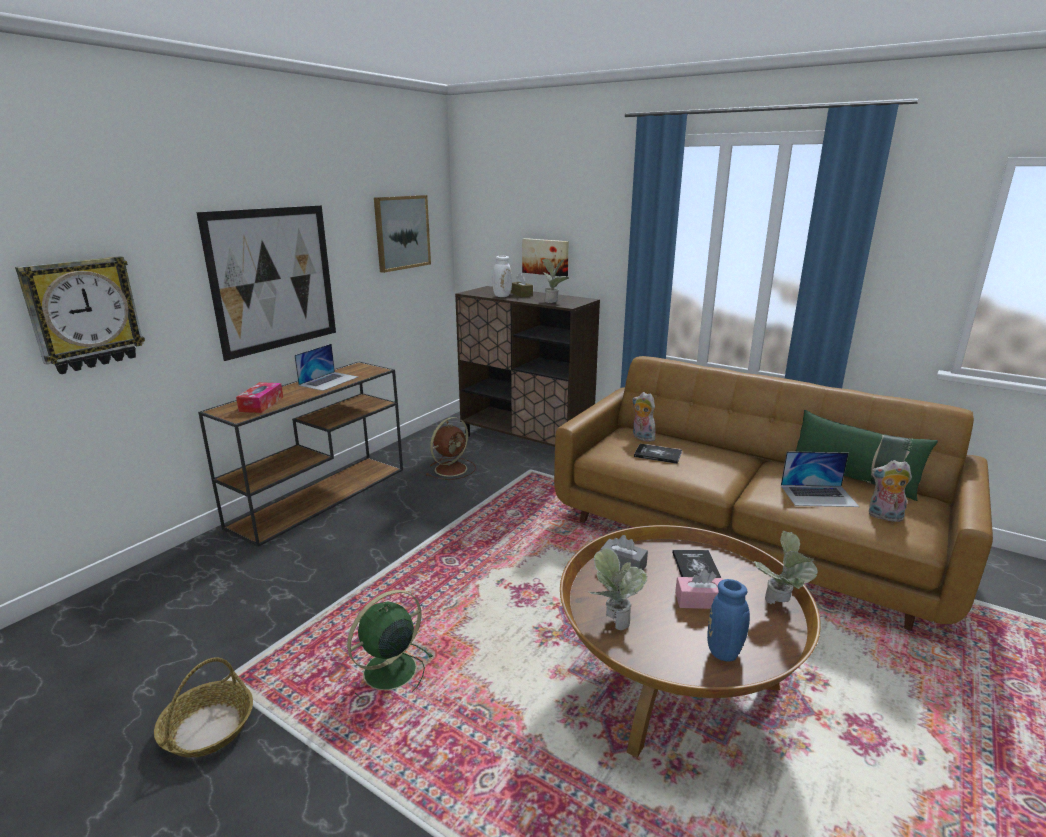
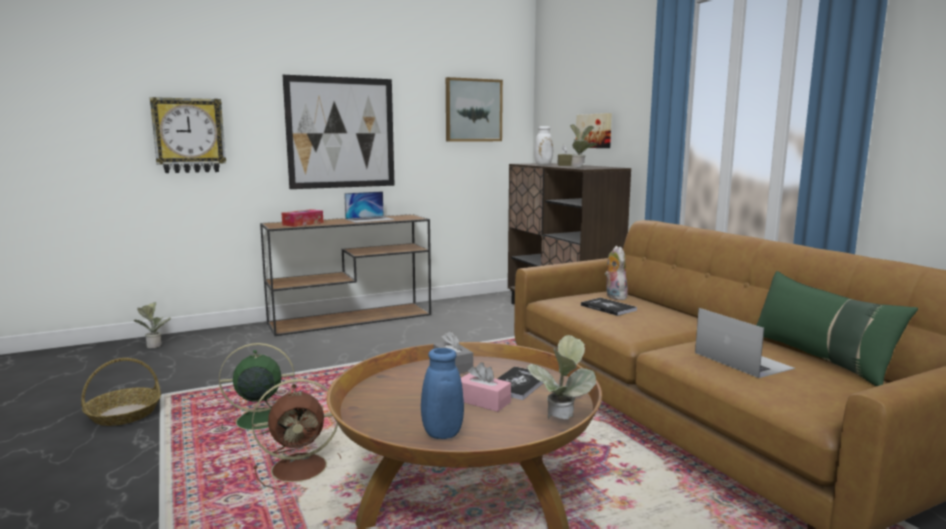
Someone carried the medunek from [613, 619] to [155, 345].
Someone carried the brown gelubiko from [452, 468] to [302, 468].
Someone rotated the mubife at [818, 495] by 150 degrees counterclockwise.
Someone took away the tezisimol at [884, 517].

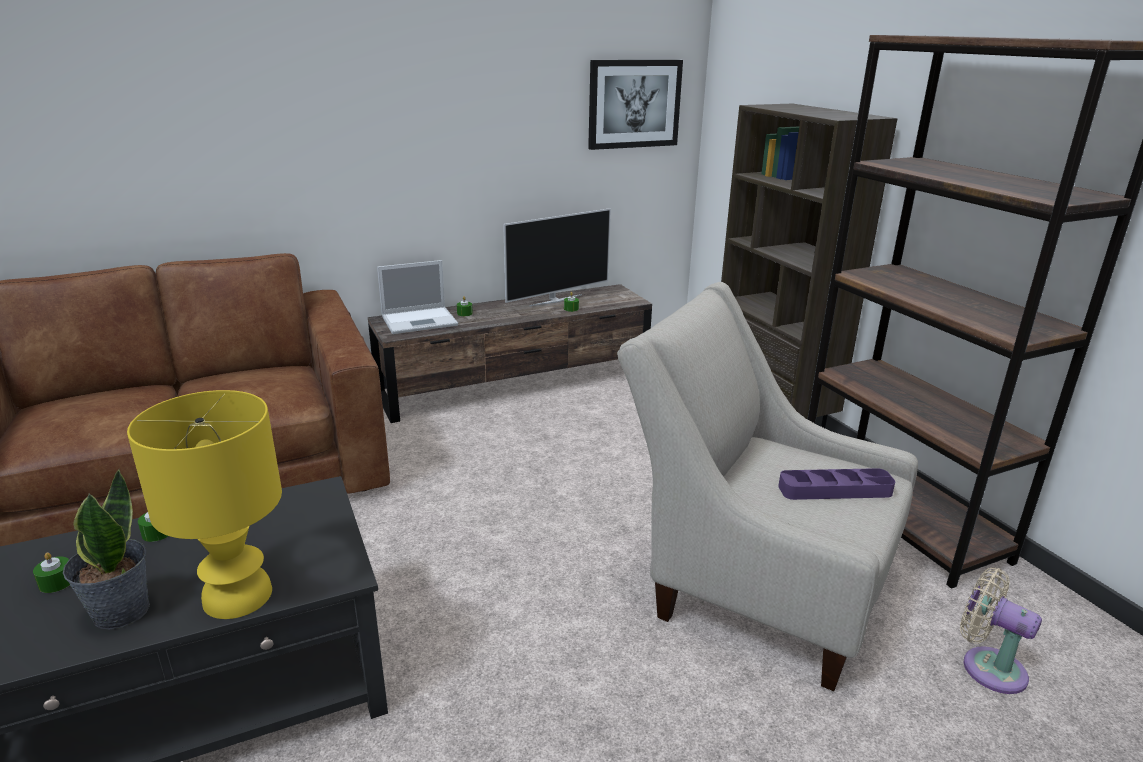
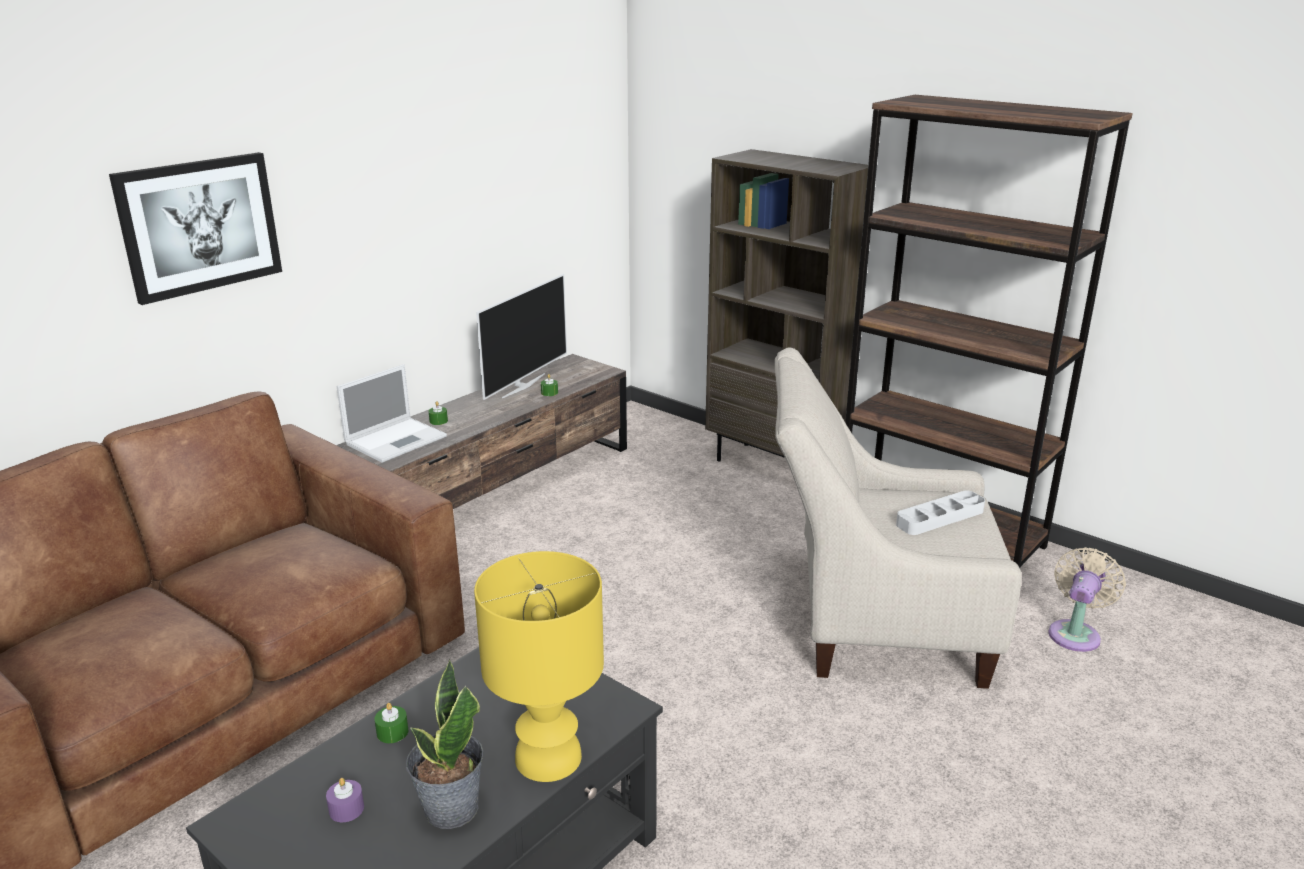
Someone carried the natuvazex from [634, 104] to [200, 225].
Someone repainted the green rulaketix at [56, 582], which became the purple rulaketix at [346, 809].
Someone repainted the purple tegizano at [835, 490], which became the grey tegizano at [940, 517].
Someone rotated the beige gelubiko at [987, 666] by 105 degrees clockwise.

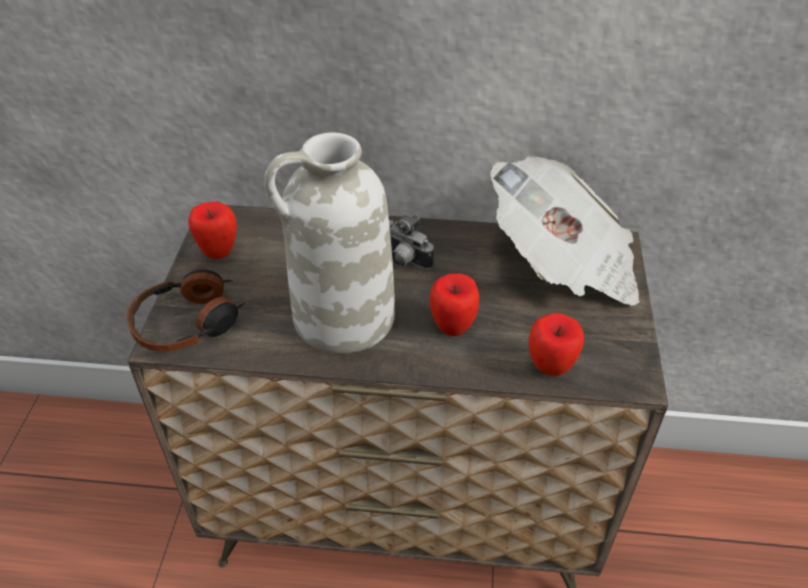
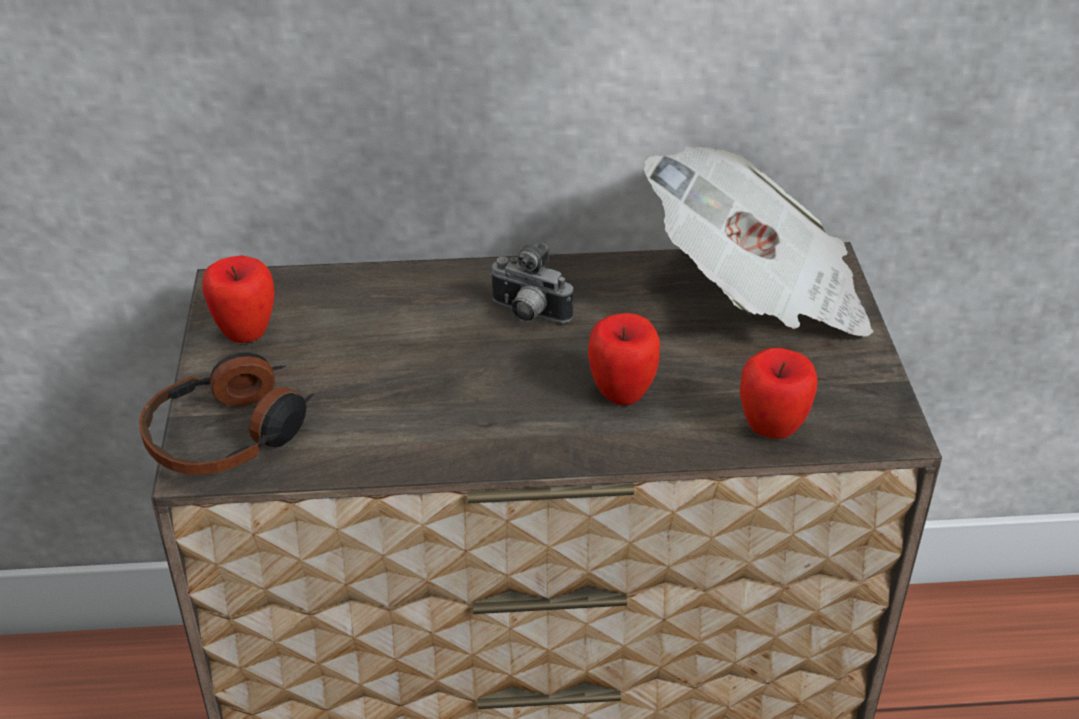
Someone took away the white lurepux at [343, 318].

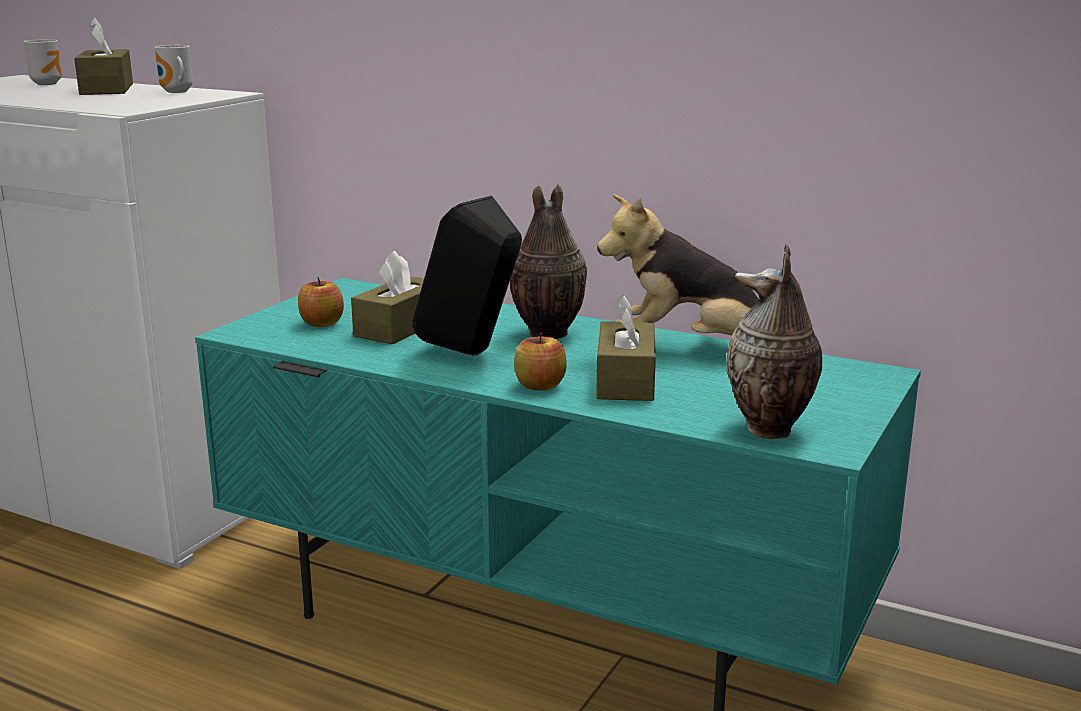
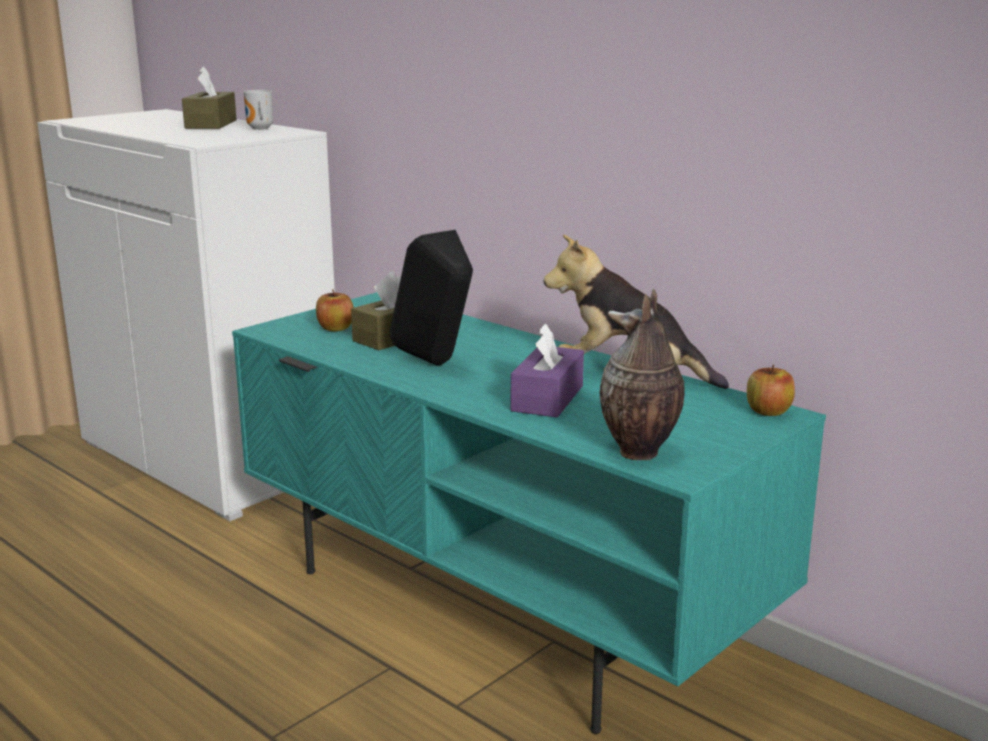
Someone repainted the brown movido at [625, 381], which became the purple movido at [547, 398].
Someone carried the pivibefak from [540, 386] to [768, 411].
Someone took away the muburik at [47, 84].
Someone took away the lurepux at [546, 334].

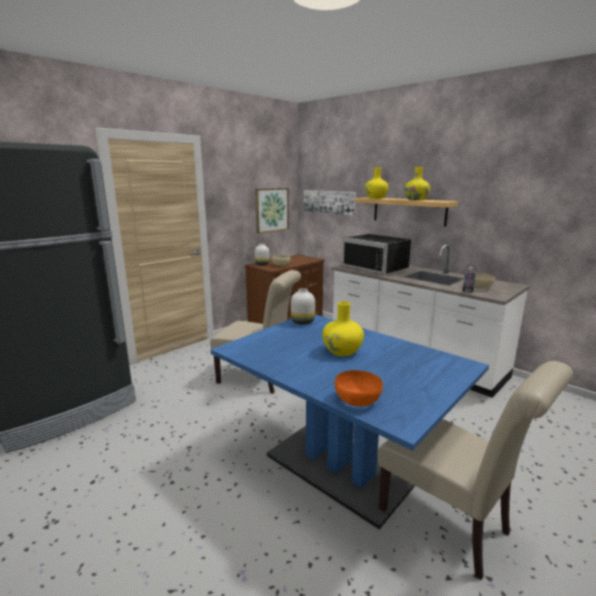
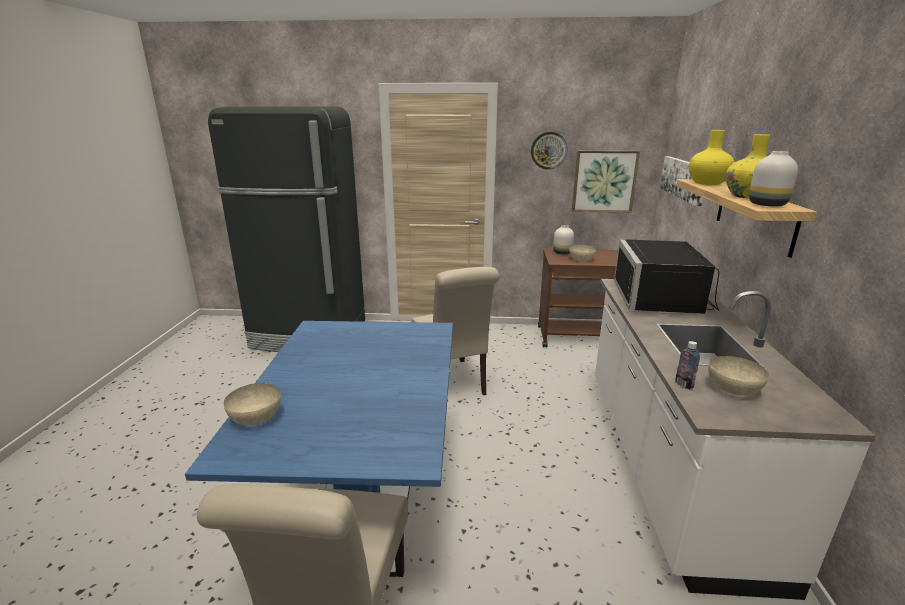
Someone repainted the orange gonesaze at [357, 400], which became the beige gonesaze at [255, 417].
Someone put up the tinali at [548, 150].
Someone carried the white lurepux from [303, 322] to [767, 205].
Someone took away the yellow lurepux at [342, 351].

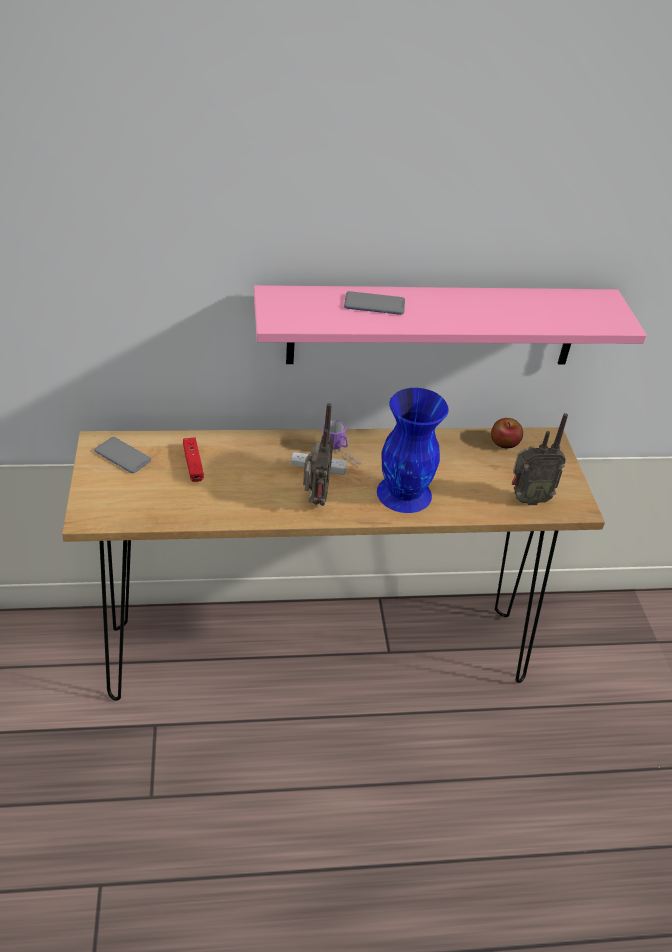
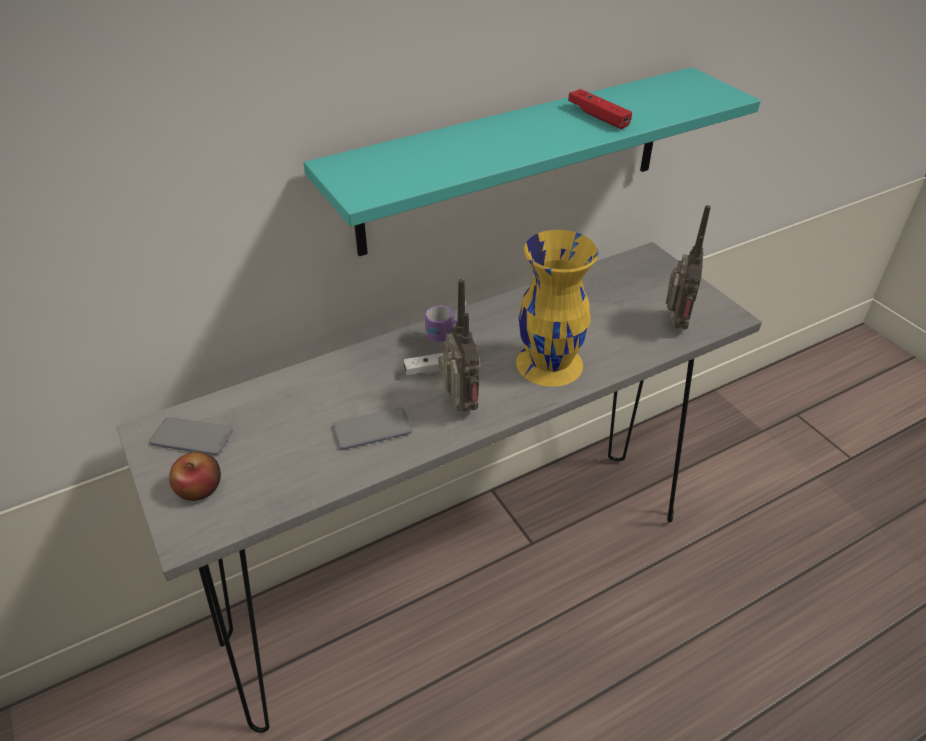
Someone repainted the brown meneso at [318, 653], which became the grey meneso at [462, 575].
Someone carried the pivibefak from [504, 442] to [200, 488].
Someone repainted the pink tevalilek at [434, 326], which became the turquoise tevalilek at [515, 160].
Someone carried the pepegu from [374, 304] to [372, 430].
Someone repainted the blue lurepux at [405, 493], which became the yellow lurepux at [550, 362].
Someone carried the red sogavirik from [193, 464] to [598, 116].
Someone rotated the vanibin at [527, 498] by 45 degrees counterclockwise.

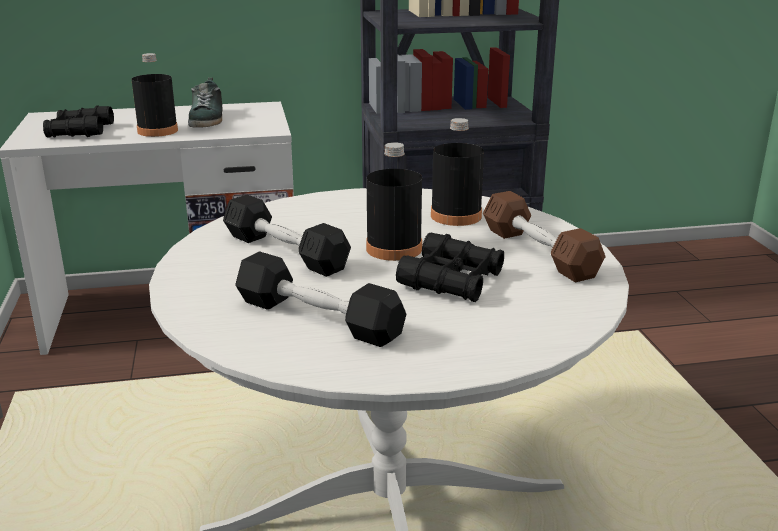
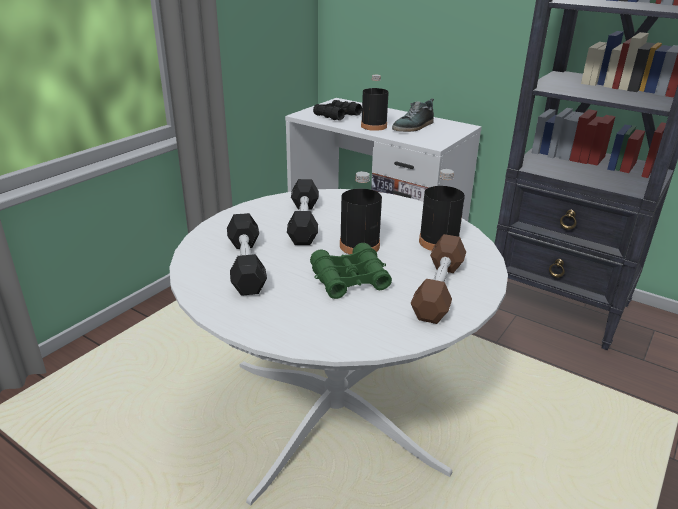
Someone repainted the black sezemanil at [451, 280], which became the green sezemanil at [350, 279].

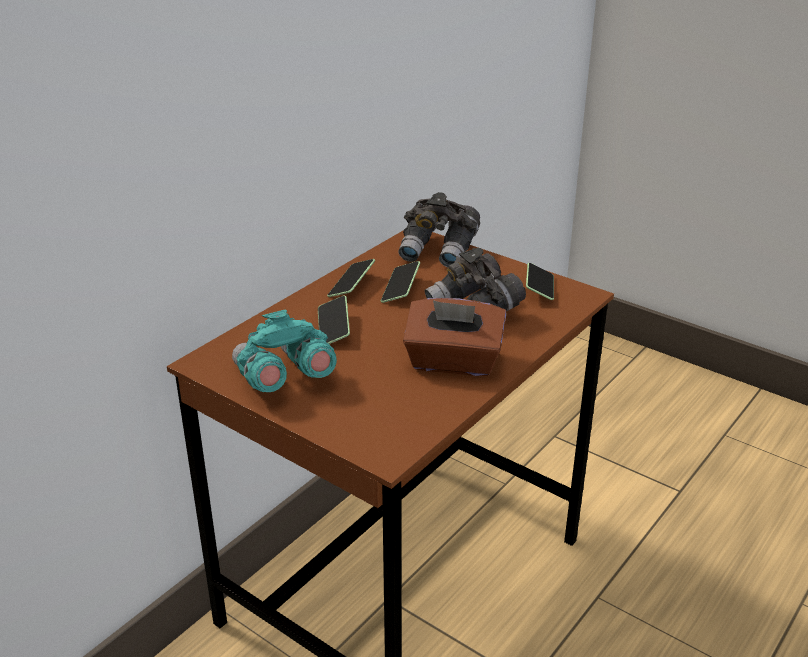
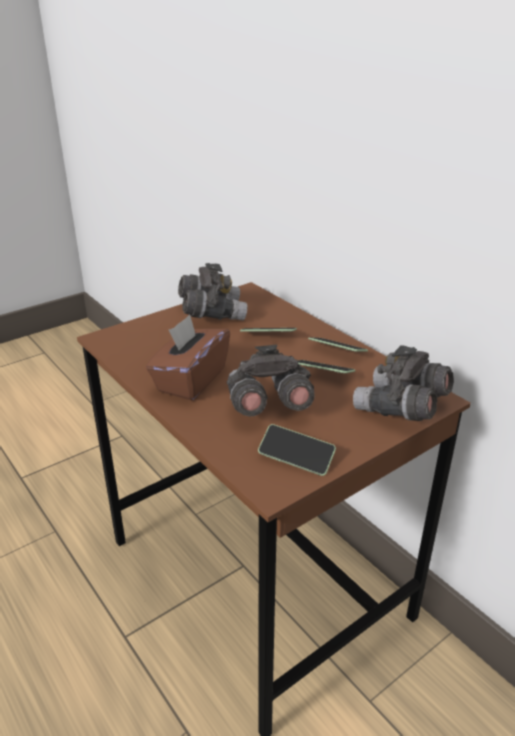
Someone repainted the turquoise sezemanil at [282, 379], which became the grey sezemanil at [211, 313].

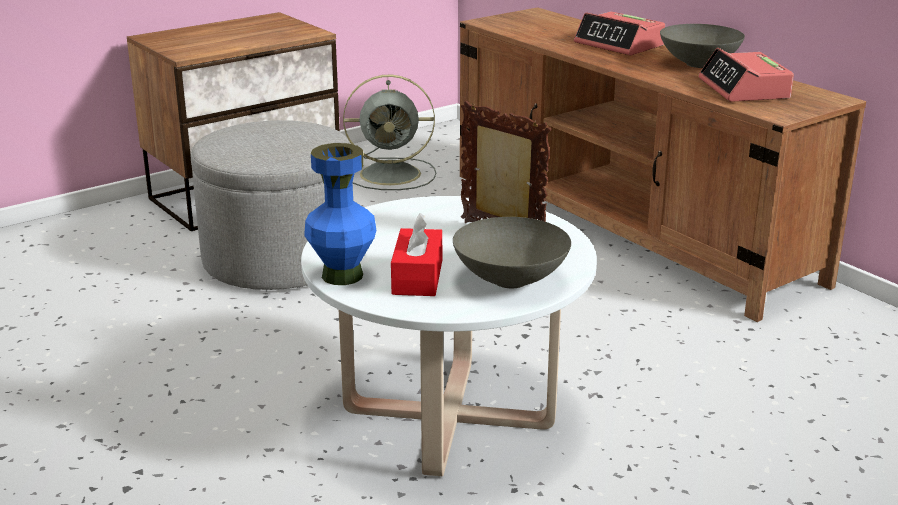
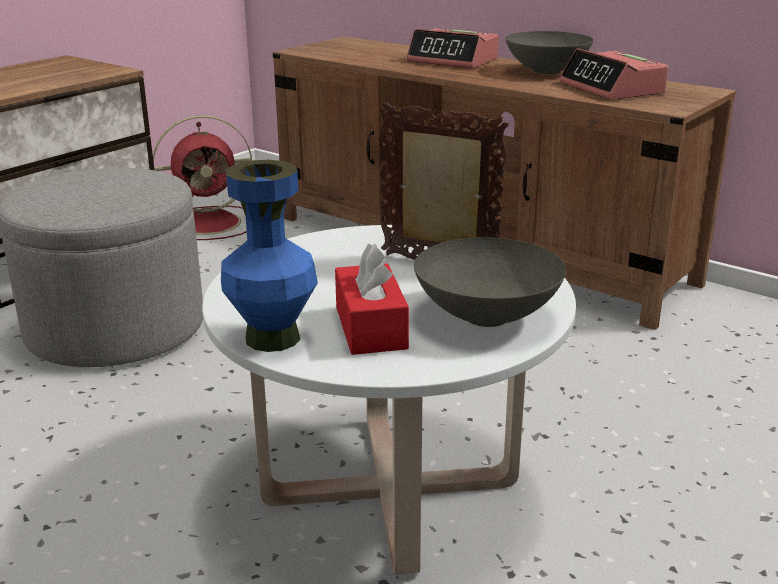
Someone repainted the grey gelubiko at [393, 174], which became the red gelubiko at [211, 223].

